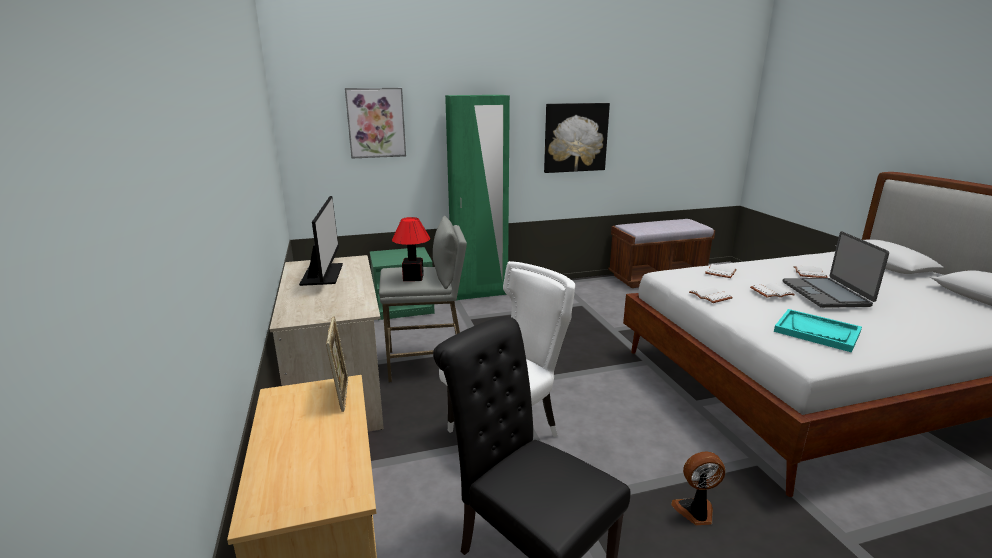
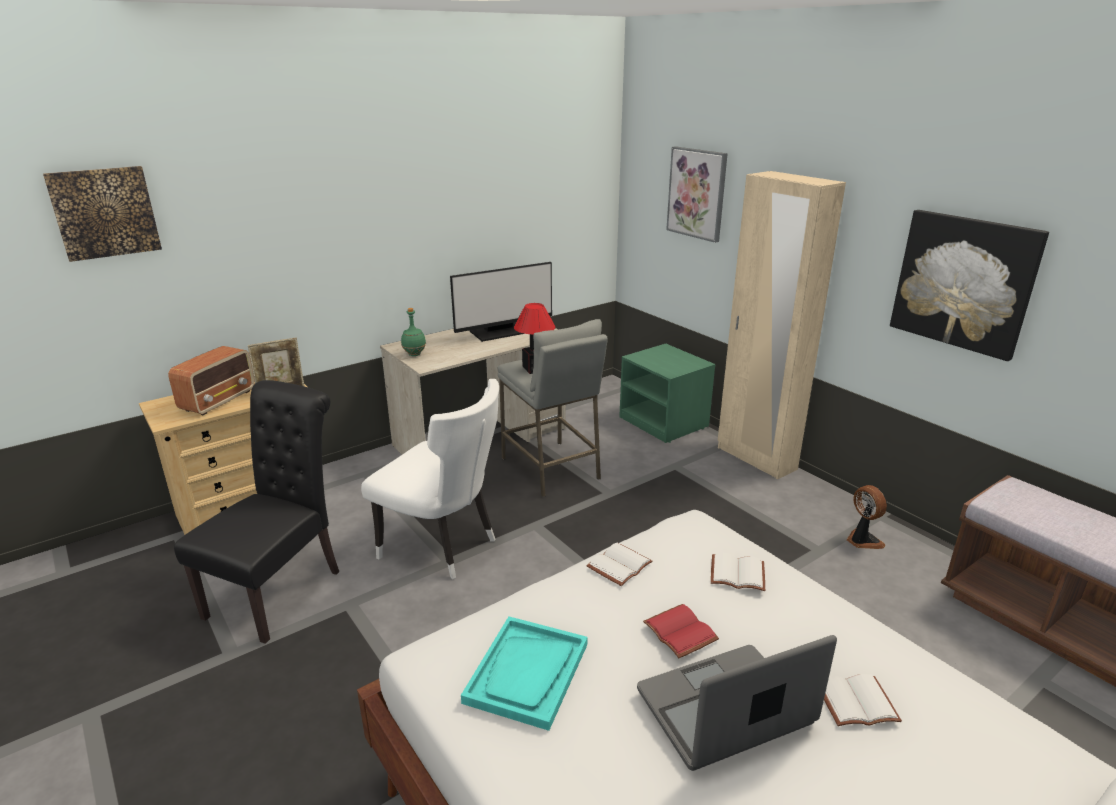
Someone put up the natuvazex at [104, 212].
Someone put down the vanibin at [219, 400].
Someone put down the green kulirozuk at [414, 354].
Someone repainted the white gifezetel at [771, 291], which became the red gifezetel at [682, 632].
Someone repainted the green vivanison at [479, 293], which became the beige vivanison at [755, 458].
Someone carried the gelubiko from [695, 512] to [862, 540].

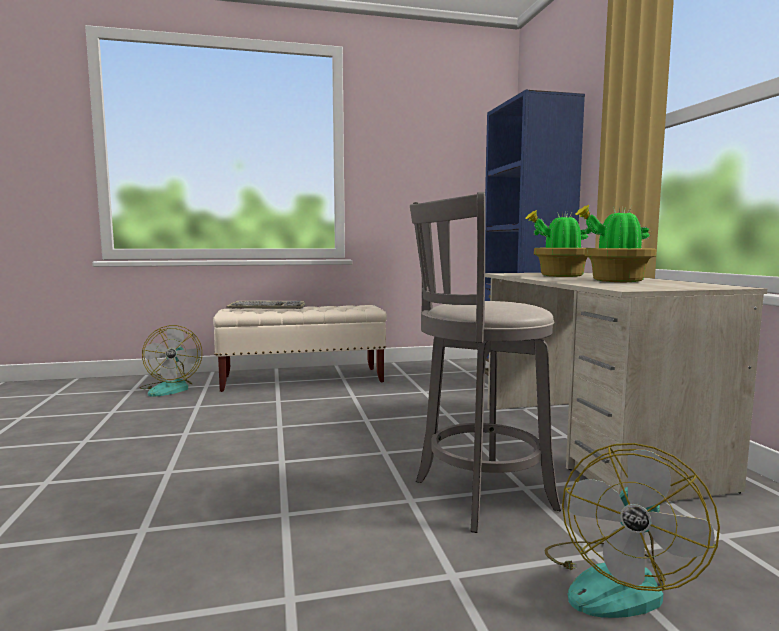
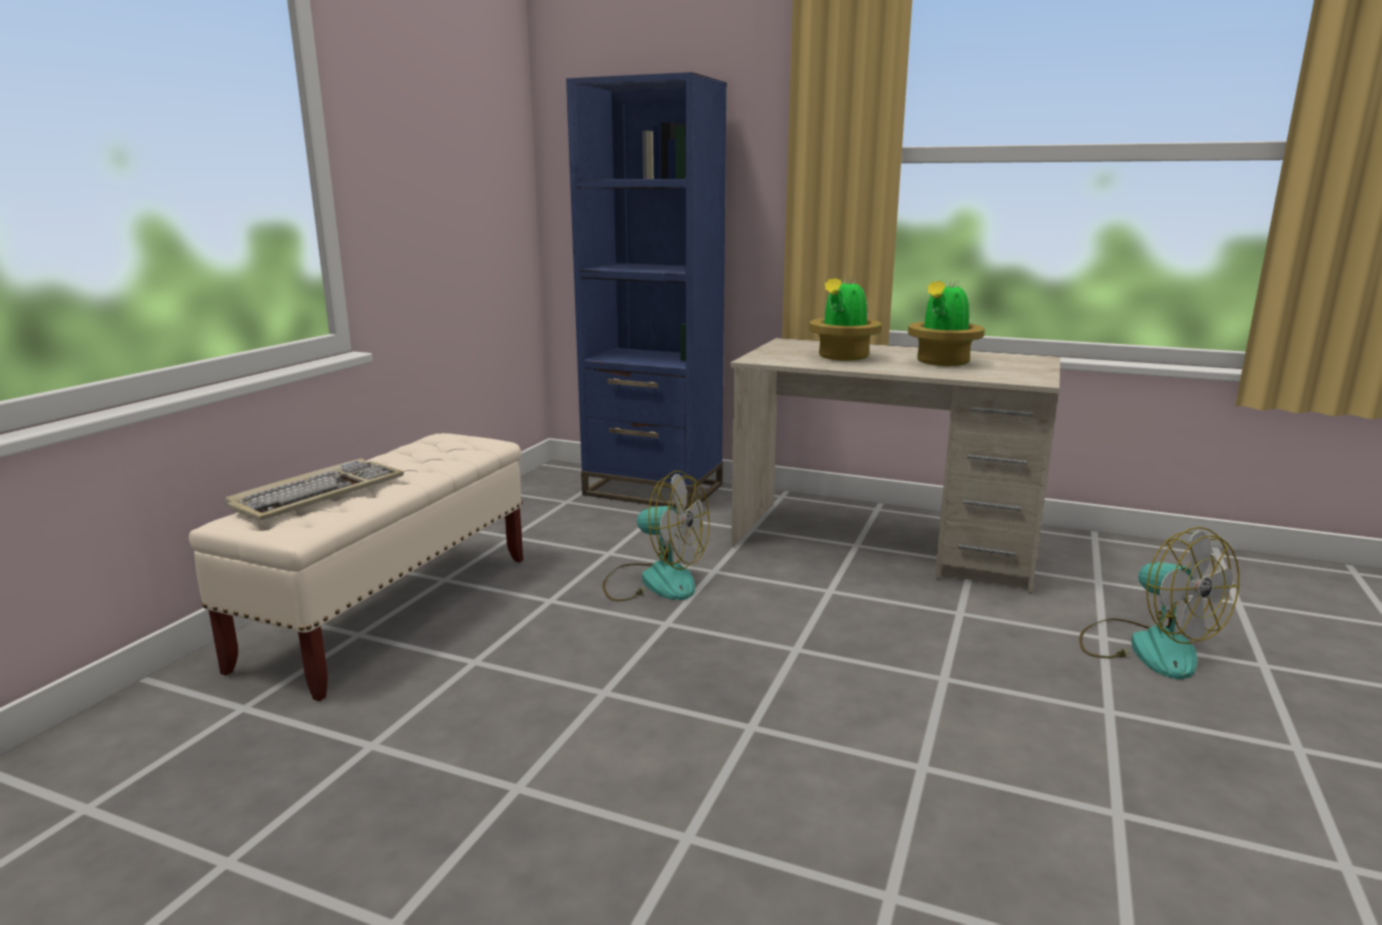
Someone carried the gelubiko from [171, 388] to [654, 581].
Someone took away the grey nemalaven at [477, 496].

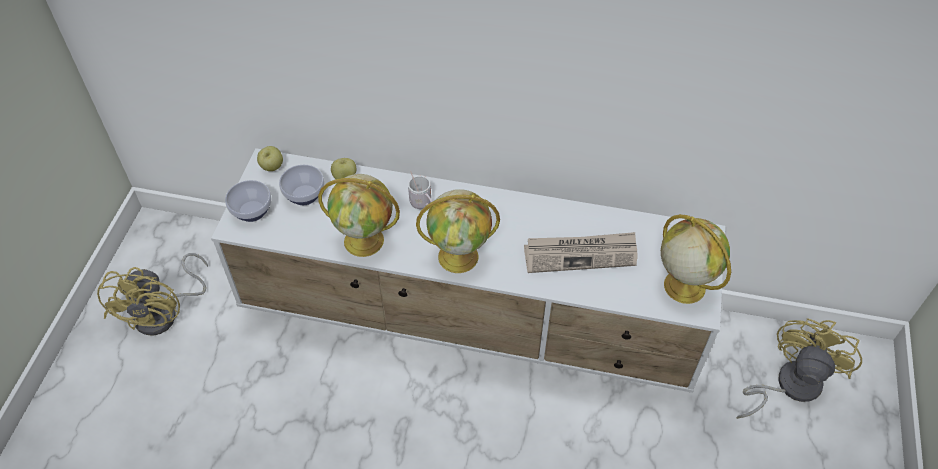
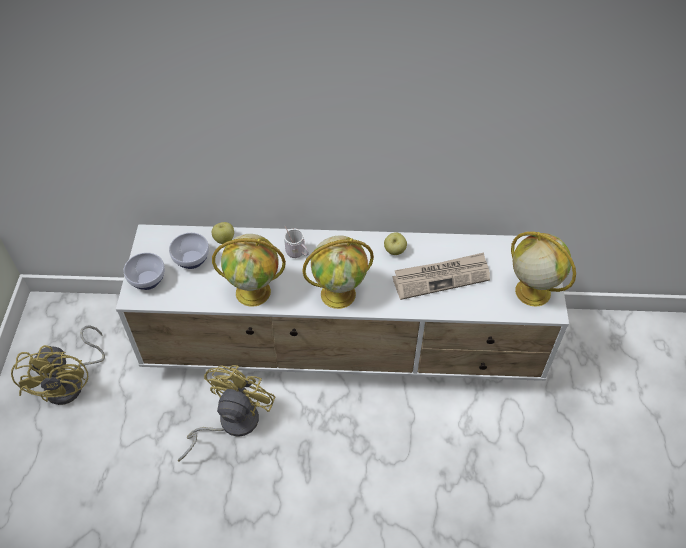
Someone carried the yellow gelubiko from [788, 385] to [230, 423].
Someone carried the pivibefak from [272, 167] to [394, 251].

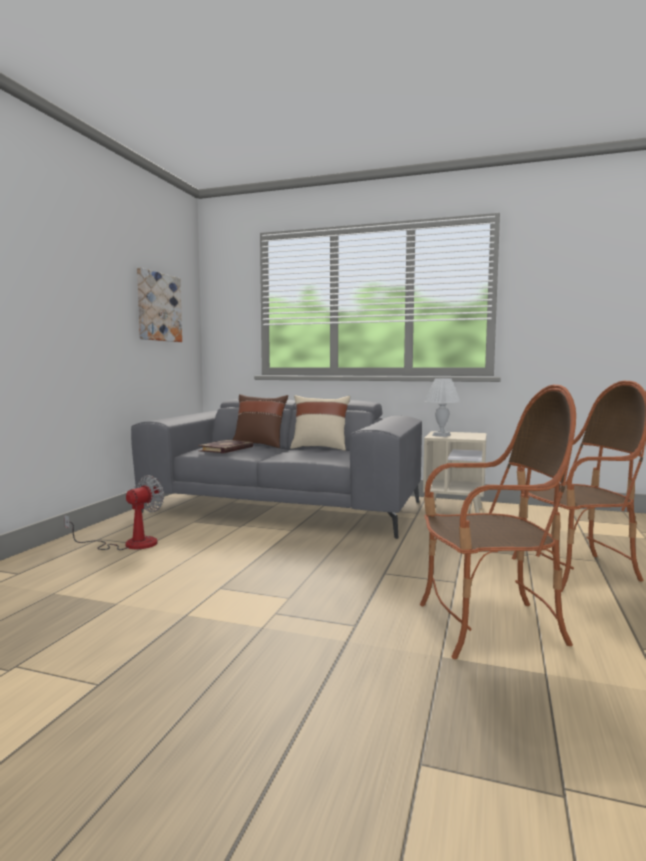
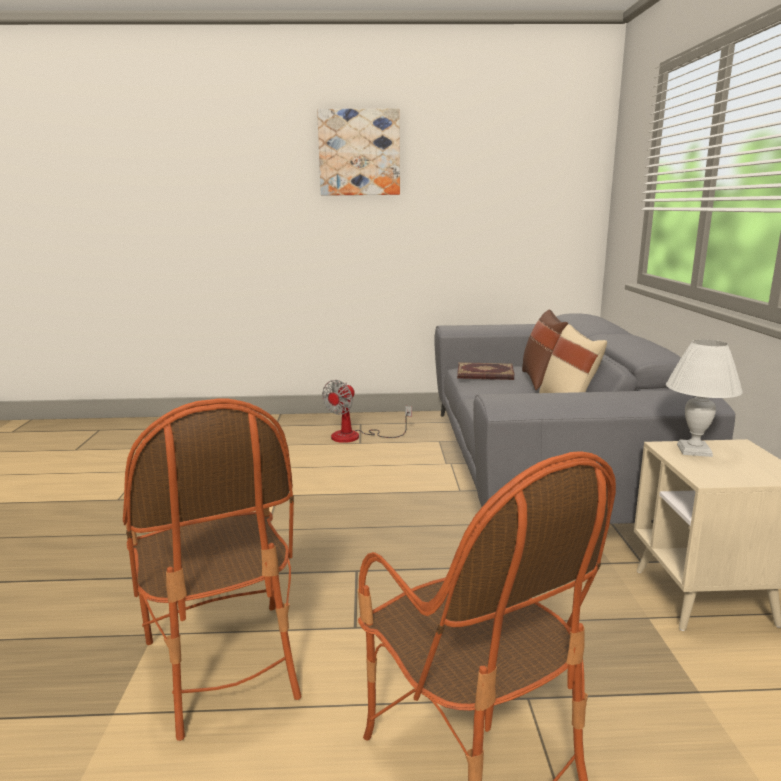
Someone carried the natuvazex from [158, 307] to [359, 153].
Someone rotated the gelubiko at [129, 544] by 105 degrees clockwise.

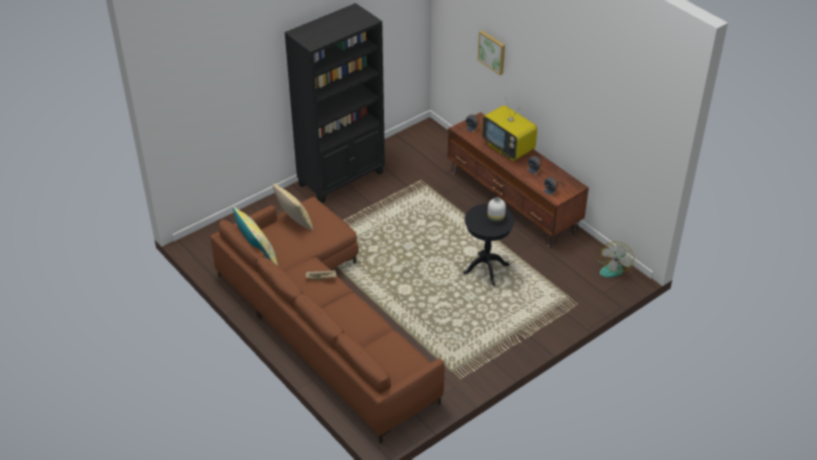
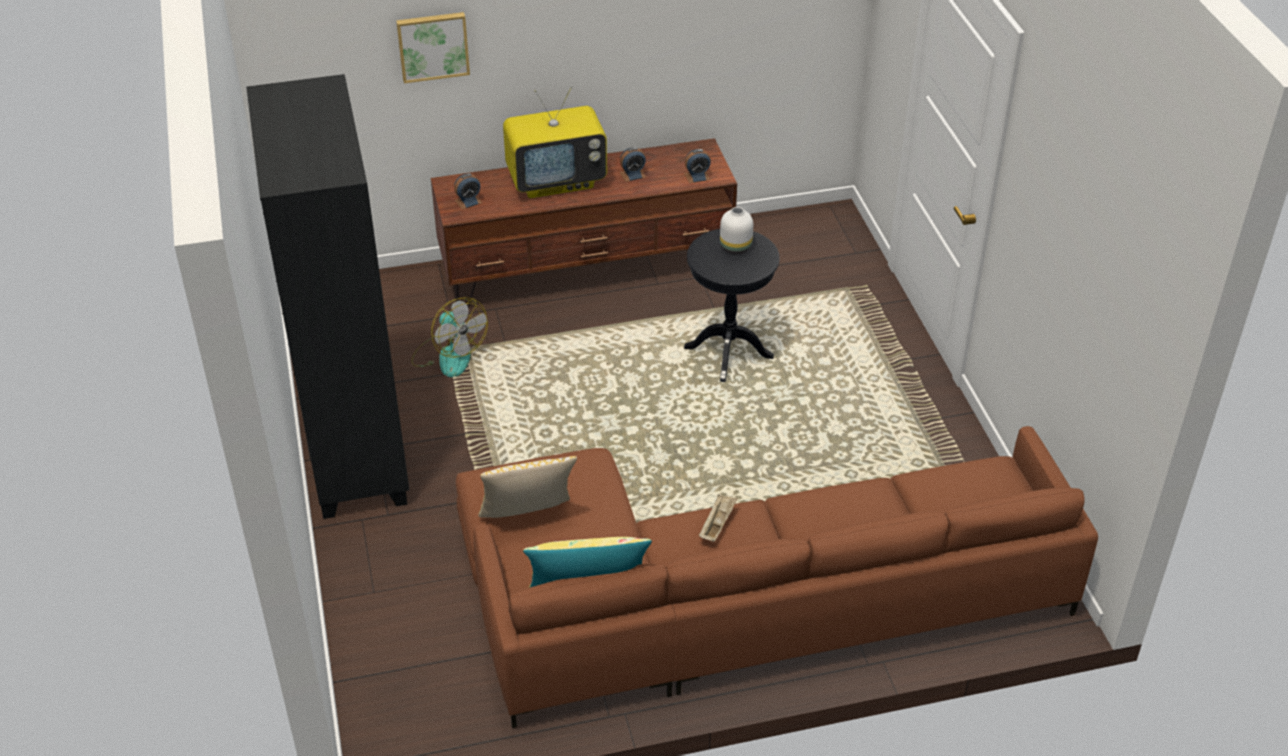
Someone carried the gelubiko from [613, 267] to [448, 355].

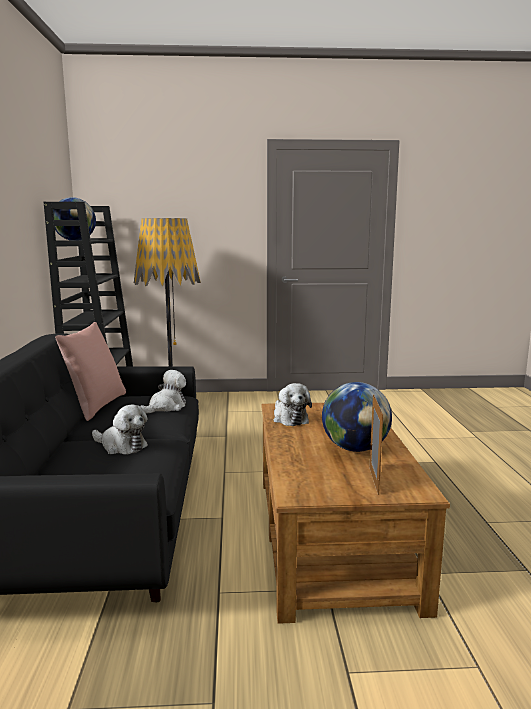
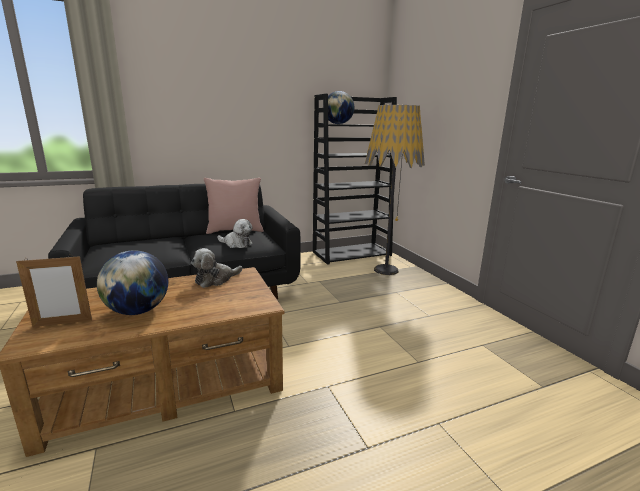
Someone took away the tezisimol at [121, 446].

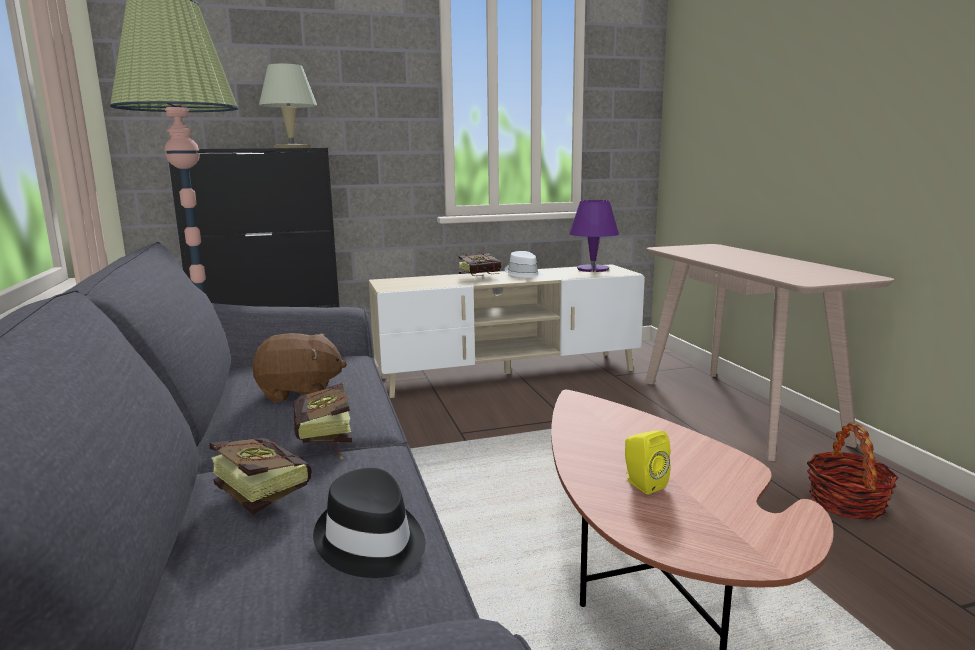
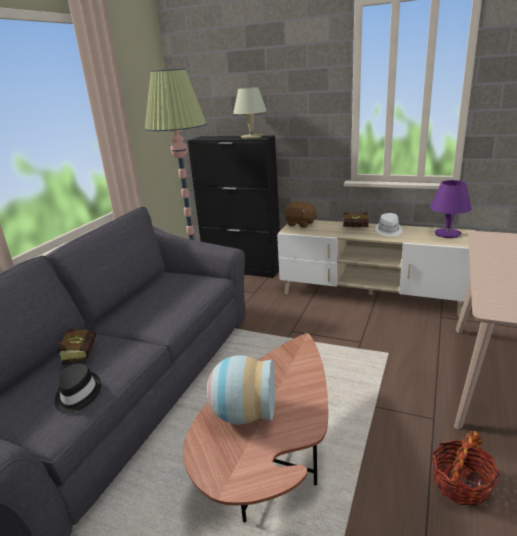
Someone swapped the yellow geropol at [642, 484] for the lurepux at [243, 414].
Someone carried the brown tezisimol from [299, 393] to [300, 224].
Someone took away the gifezetel at [324, 441].

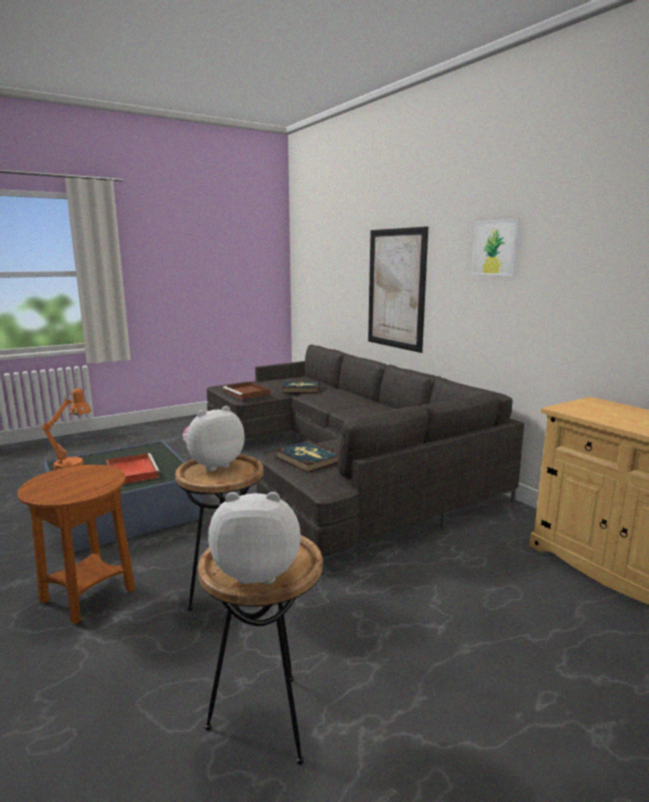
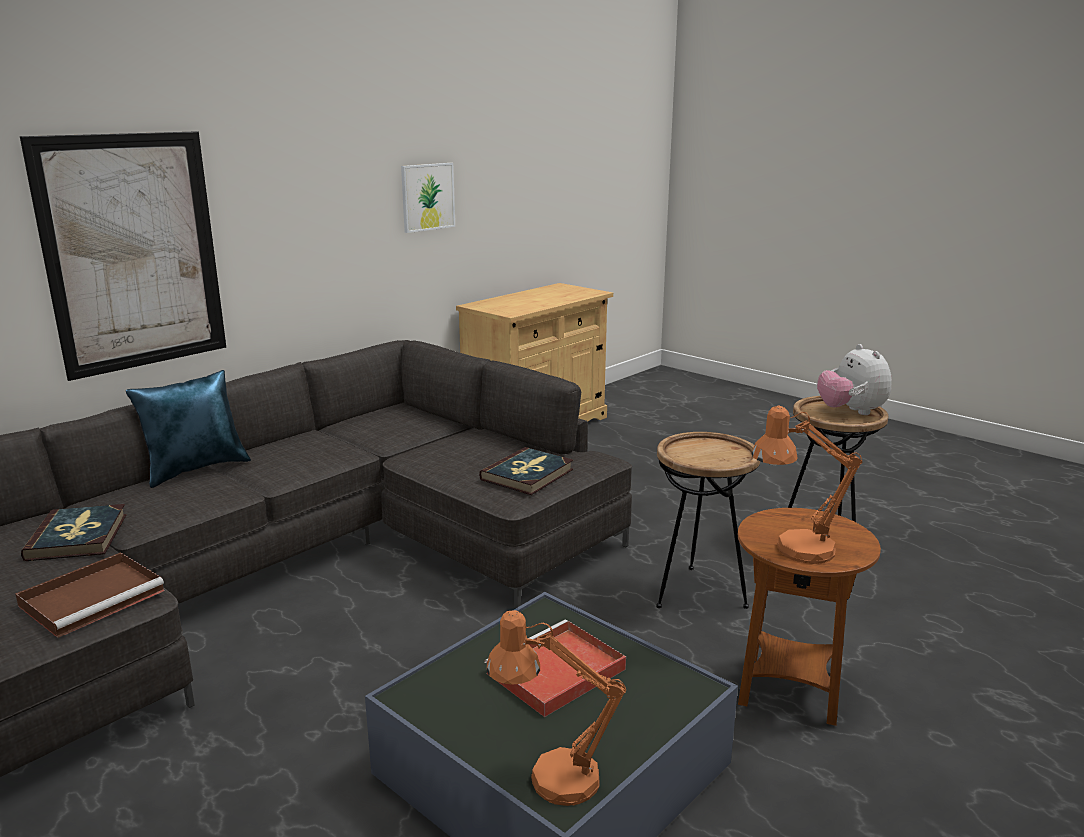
Someone put down the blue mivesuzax at [196, 469].
Someone carried the natuvazex from [495, 248] to [427, 197].
Someone put down the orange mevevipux at [793, 550].
Someone took away the tezisimol at [213, 465].

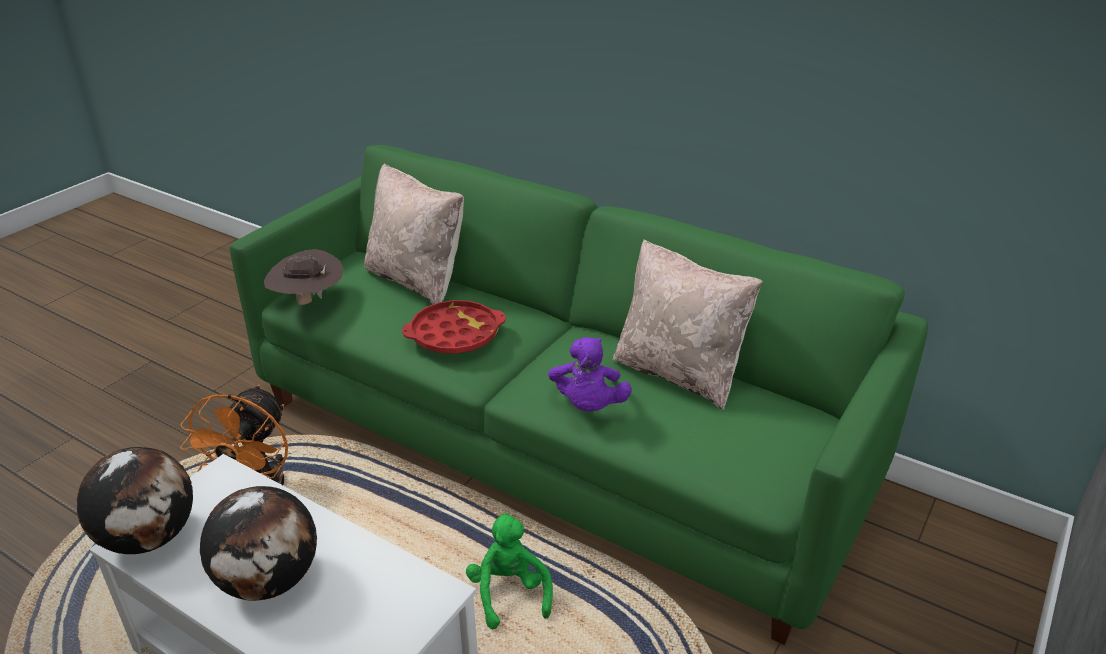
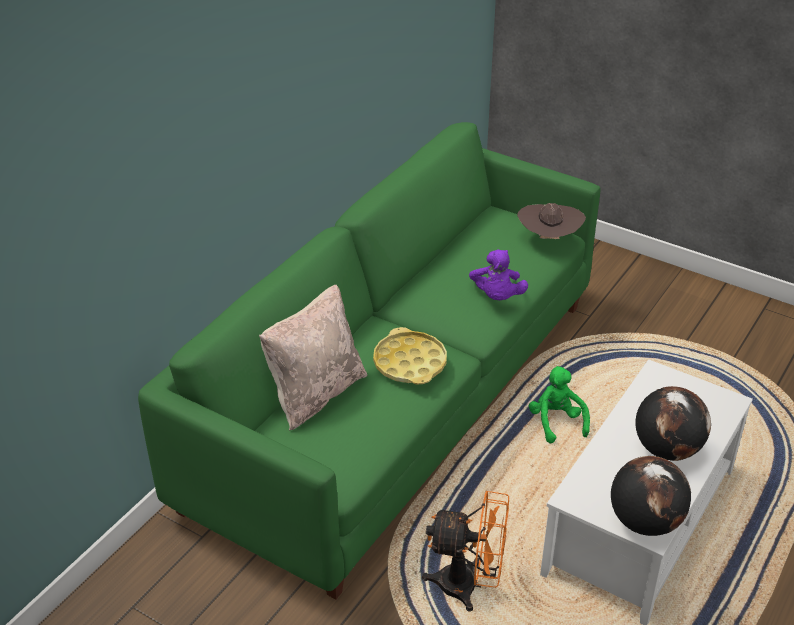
Someone repainted the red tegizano at [455, 334], which became the yellow tegizano at [409, 363].
Someone rotated the purple tezisimol at [588, 405] by 90 degrees clockwise.
Someone carried the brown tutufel from [308, 302] to [548, 239].
Someone rotated the green tezisimol at [509, 593] by 90 degrees clockwise.
Someone took away the beige mivesuzax at [679, 373].

